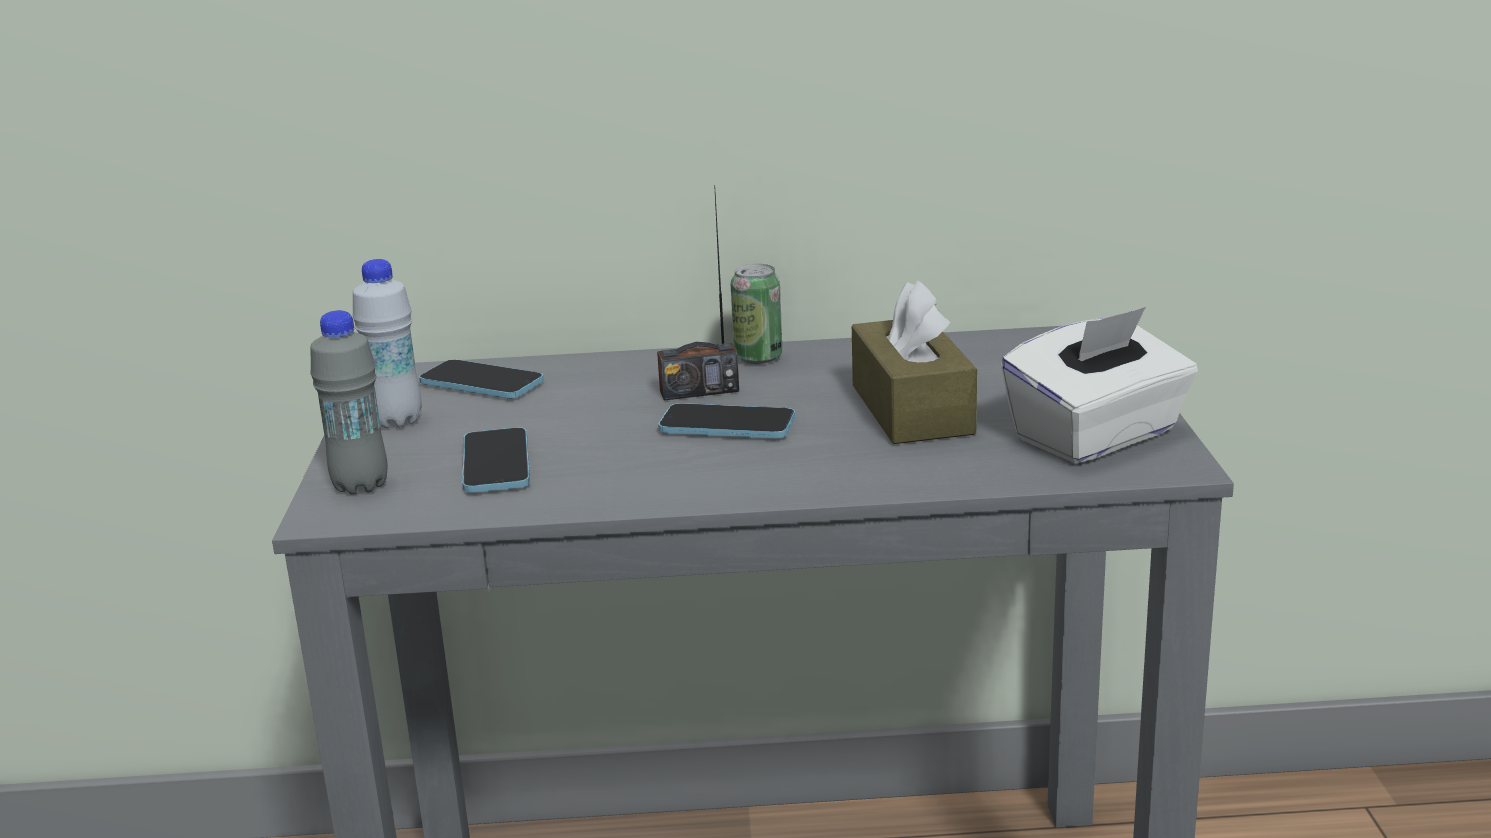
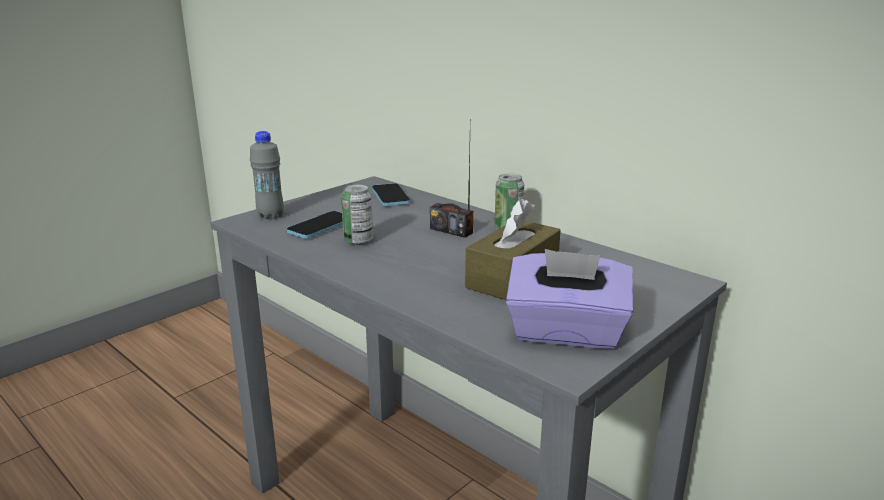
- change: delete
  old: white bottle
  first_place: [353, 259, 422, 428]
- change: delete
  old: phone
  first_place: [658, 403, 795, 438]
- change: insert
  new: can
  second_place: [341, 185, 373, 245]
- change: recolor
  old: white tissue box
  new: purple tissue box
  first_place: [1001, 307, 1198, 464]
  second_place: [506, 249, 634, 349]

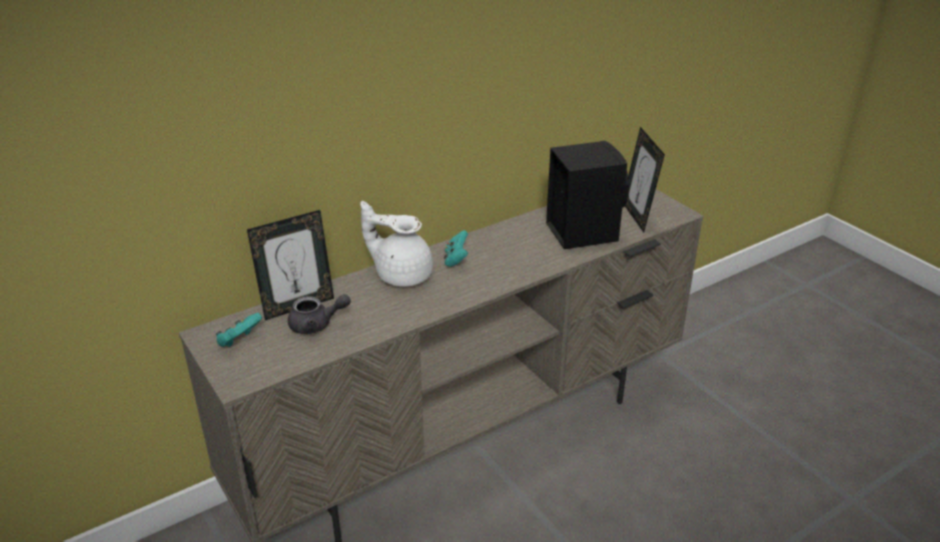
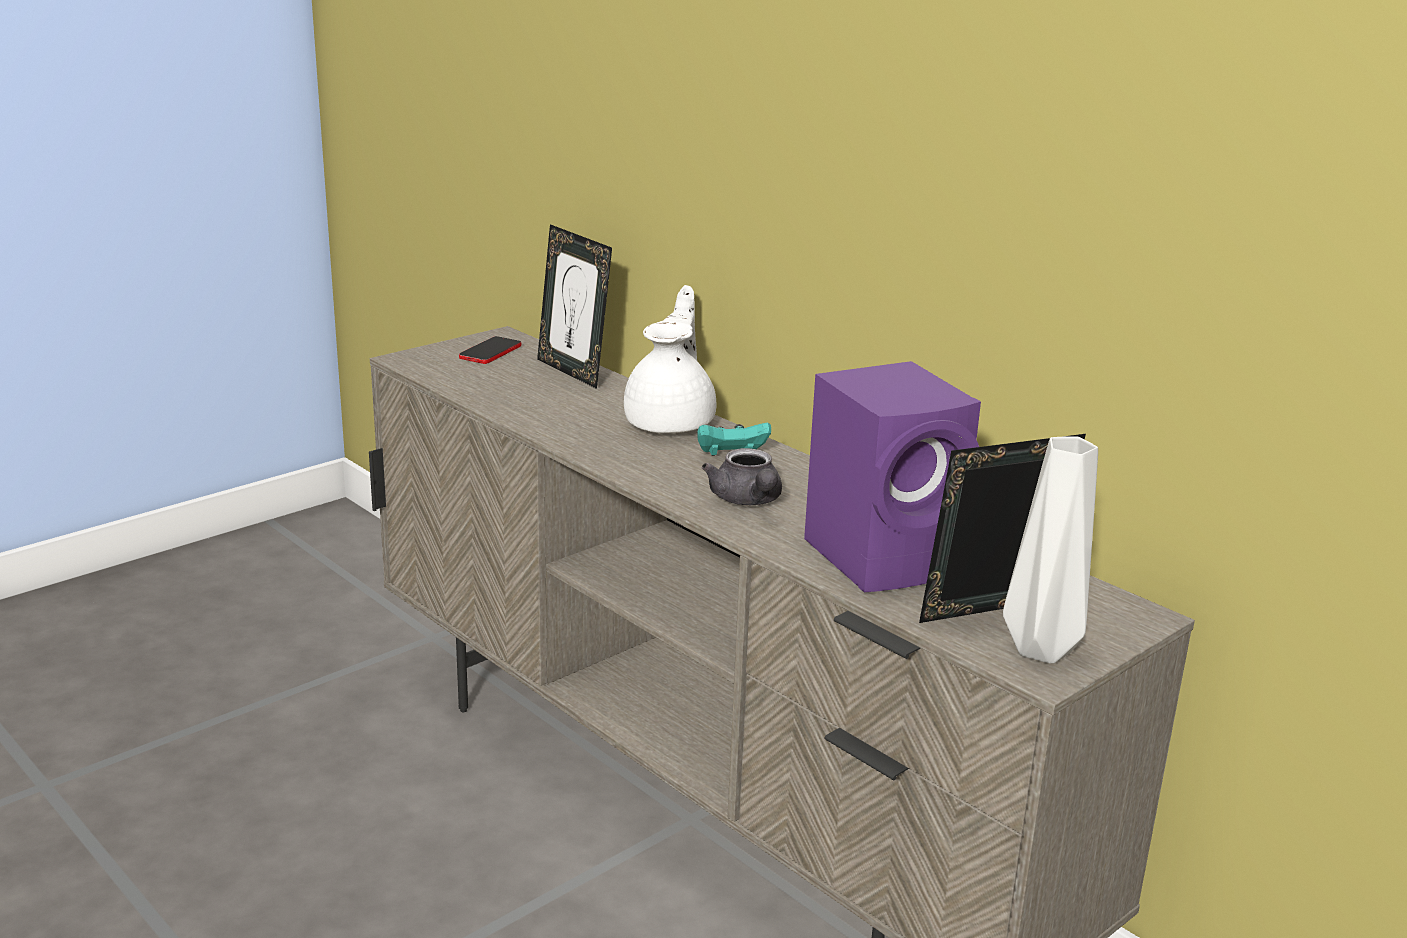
- change: insert
  new: grey vase
  second_place: [1003, 436, 1098, 664]
- change: move
  old: grey teapot
  first_place: [288, 294, 351, 334]
  second_place: [702, 448, 782, 505]
- change: replace
  old: turquoise game controller
  new: phone
  first_place: [216, 313, 262, 347]
  second_place: [459, 336, 521, 364]
- change: recolor
  old: black speaker
  new: purple speaker
  first_place: [546, 141, 629, 249]
  second_place: [804, 361, 981, 592]

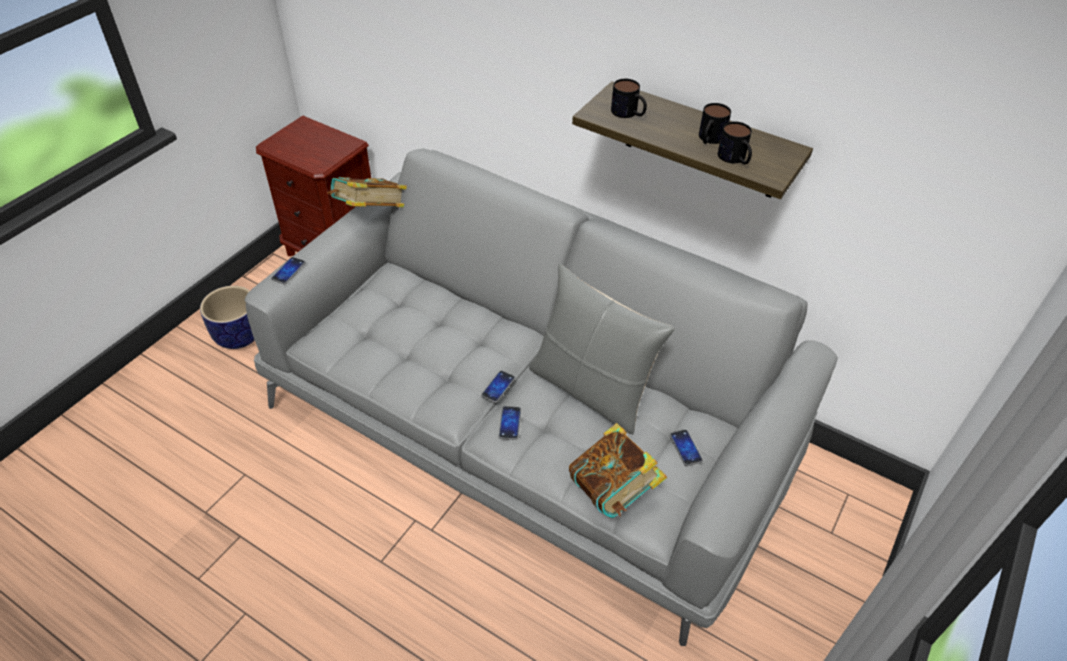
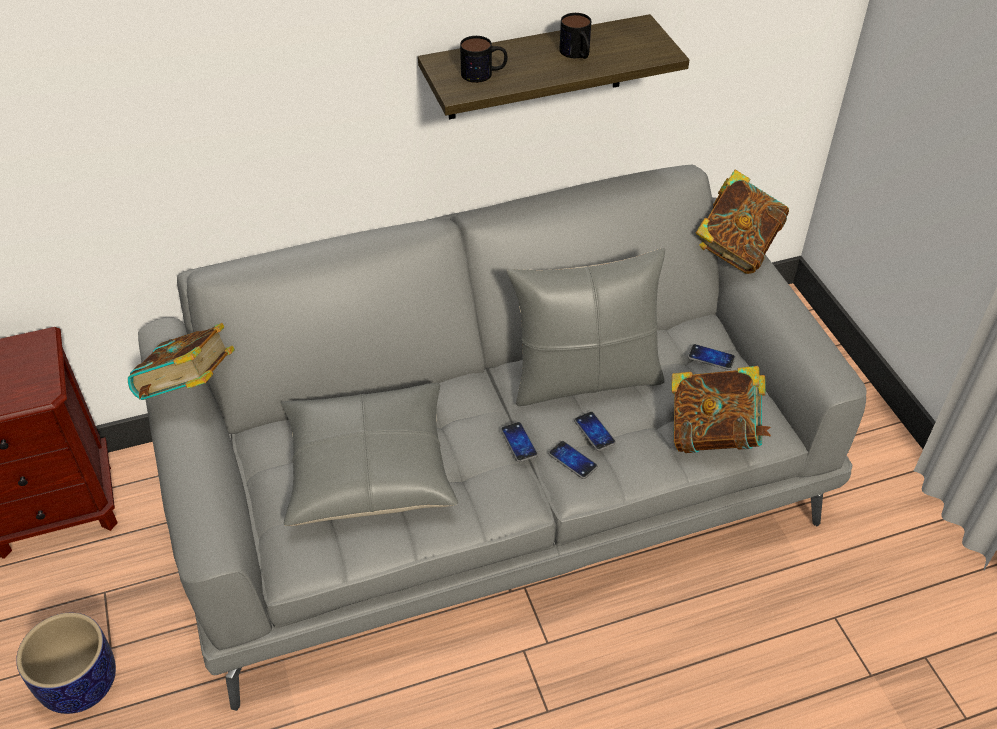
- change: delete
  old: mug
  first_place: [718, 121, 752, 164]
- change: insert
  new: grey pillow
  second_place: [281, 383, 458, 526]
- change: insert
  new: book
  second_place: [696, 170, 789, 274]
- change: move
  old: phone
  first_place: [271, 257, 306, 285]
  second_place: [574, 412, 616, 451]

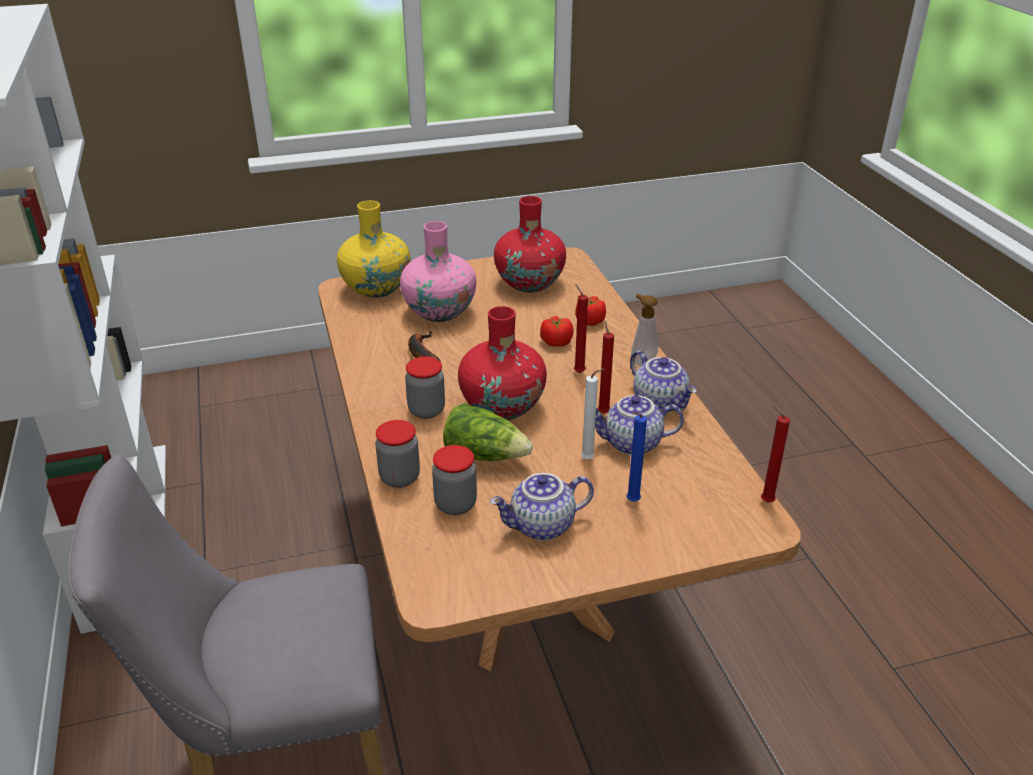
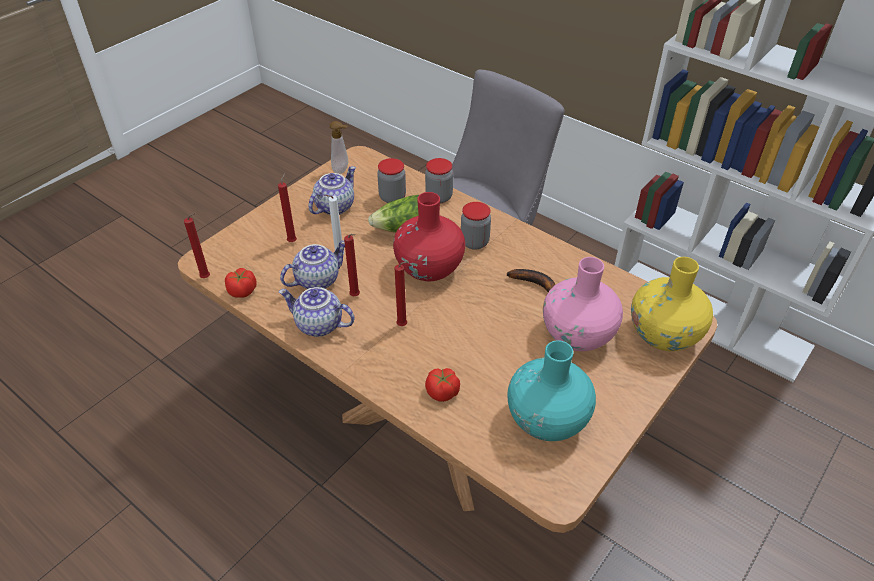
- change: move
  old: tomato
  first_place: [540, 316, 574, 346]
  second_place: [225, 268, 257, 298]
- change: move
  old: soap dispenser
  first_place: [631, 294, 658, 365]
  second_place: [330, 121, 348, 174]
- change: recolor
  old: red vase
  new: turquoise vase
  first_place: [494, 196, 566, 293]
  second_place: [507, 340, 596, 441]
- change: recolor
  old: blue candle
  new: red candle
  first_place: [626, 412, 647, 502]
  second_place: [278, 173, 297, 242]

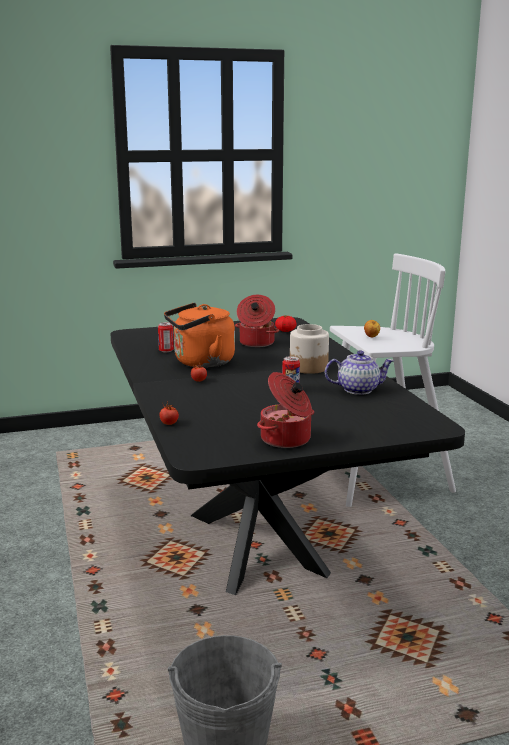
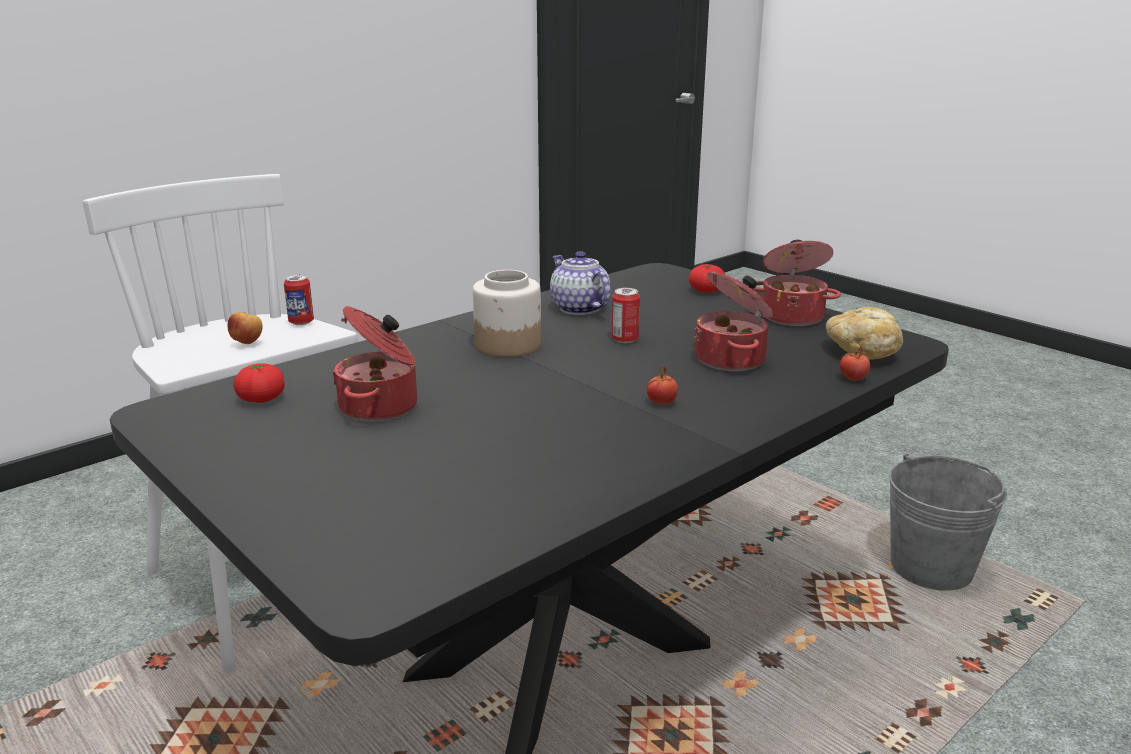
- change: delete
  old: orange kettle
  first_place: [164, 303, 235, 368]
- change: insert
  new: tomato
  second_place: [689, 264, 725, 293]
- change: insert
  new: cooking pot
  second_place: [694, 271, 774, 371]
- change: insert
  new: bread
  second_place: [826, 307, 903, 360]
- change: move
  old: can
  first_place: [158, 322, 174, 352]
  second_place: [284, 274, 314, 325]

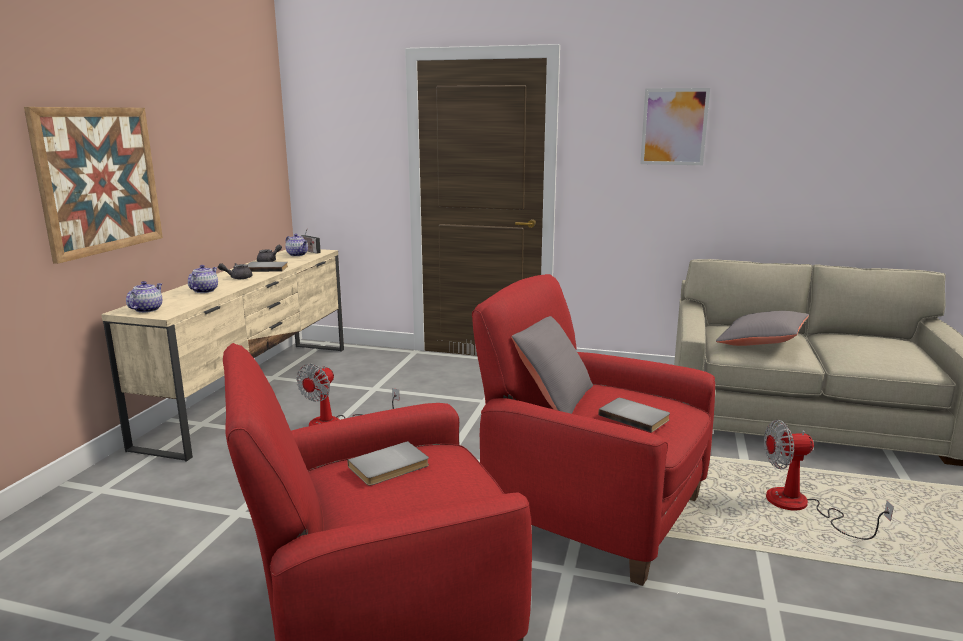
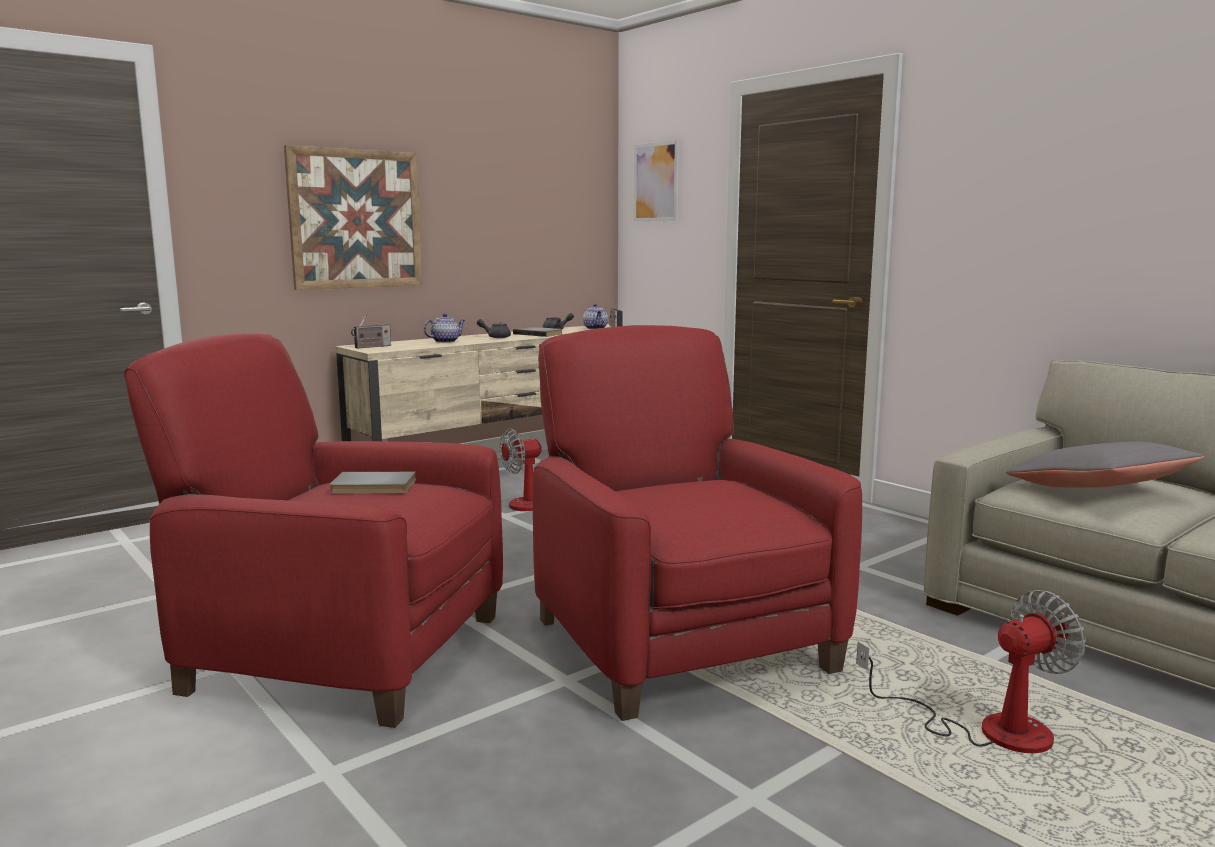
- change: delete
  old: grey pillow
  first_place: [511, 316, 593, 414]
- change: delete
  old: grey book
  first_place: [598, 398, 670, 433]
- change: move
  old: picture
  first_place: [640, 88, 710, 165]
  second_place: [634, 140, 679, 222]
- change: replace
  old: teapot
  new: radio
  first_place: [126, 281, 162, 313]
  second_place: [351, 314, 391, 348]
- change: rotate
  old: fan
  first_place: [764, 420, 894, 540]
  second_place: [856, 590, 1086, 753]
  degrees: 120

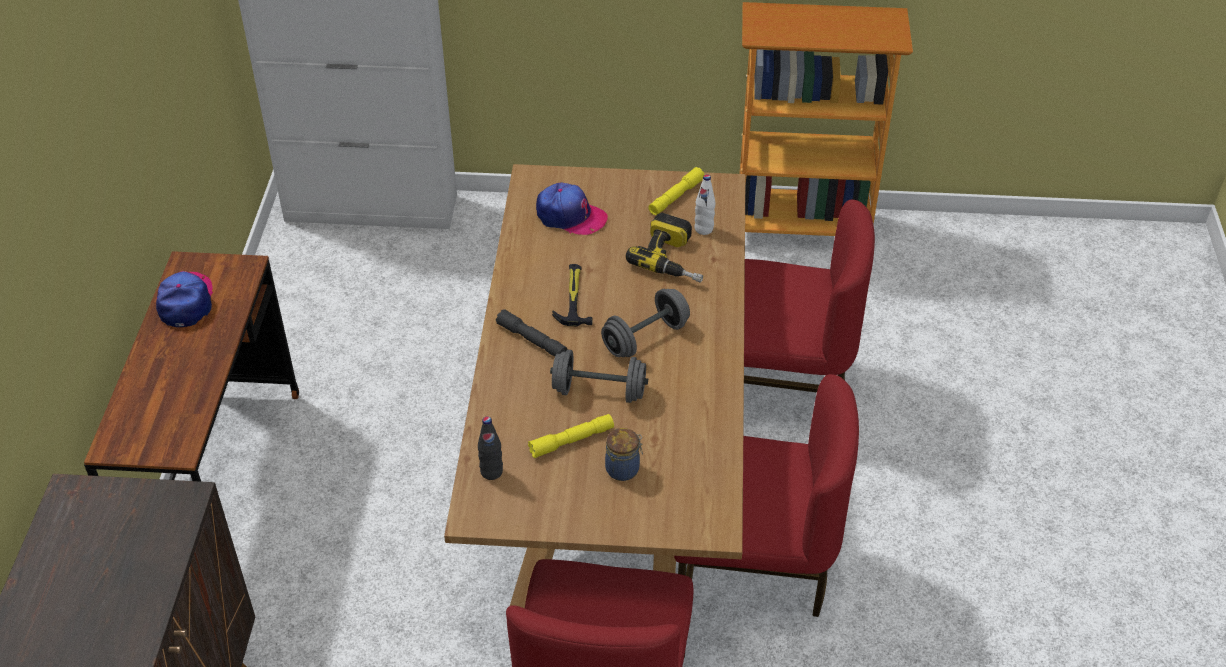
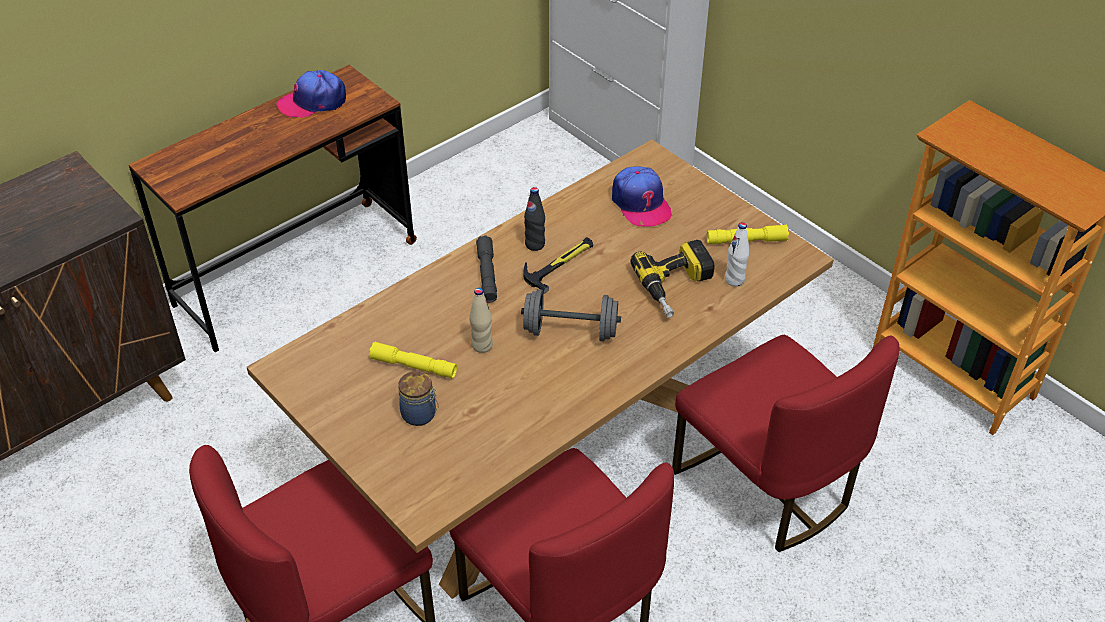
- change: move
  old: black bottle
  first_place: [478, 416, 503, 480]
  second_place: [524, 187, 545, 251]
- change: replace
  old: grey dumbbell
  new: beige bottle
  first_place: [550, 350, 648, 403]
  second_place: [469, 288, 493, 353]
- change: rotate
  old: cap
  first_place: [156, 271, 213, 327]
  second_place: [277, 70, 346, 118]
  degrees: -150

